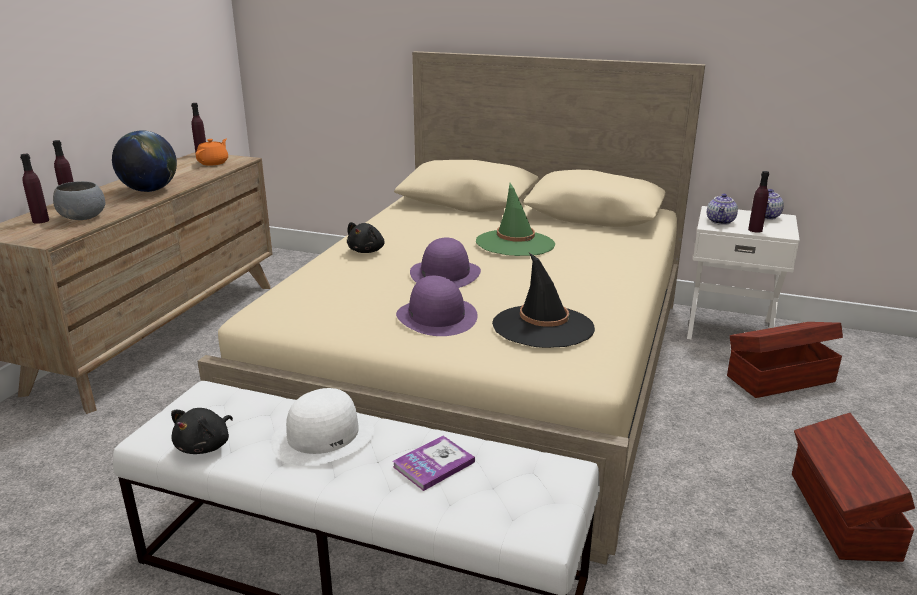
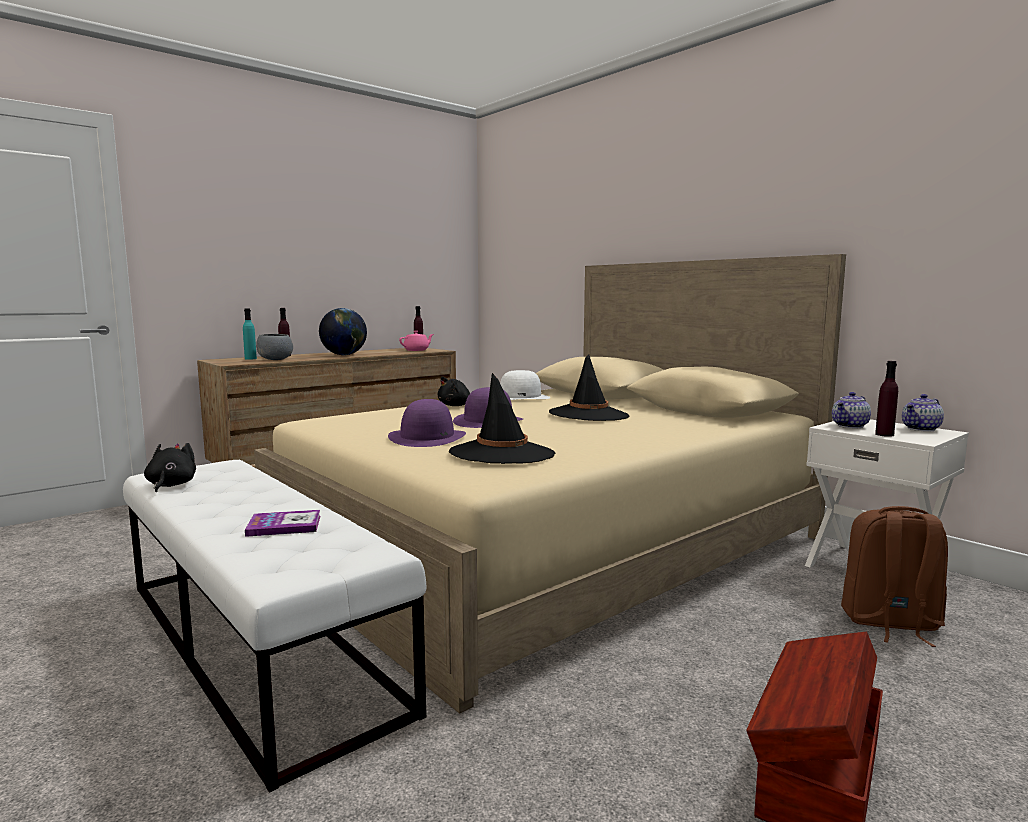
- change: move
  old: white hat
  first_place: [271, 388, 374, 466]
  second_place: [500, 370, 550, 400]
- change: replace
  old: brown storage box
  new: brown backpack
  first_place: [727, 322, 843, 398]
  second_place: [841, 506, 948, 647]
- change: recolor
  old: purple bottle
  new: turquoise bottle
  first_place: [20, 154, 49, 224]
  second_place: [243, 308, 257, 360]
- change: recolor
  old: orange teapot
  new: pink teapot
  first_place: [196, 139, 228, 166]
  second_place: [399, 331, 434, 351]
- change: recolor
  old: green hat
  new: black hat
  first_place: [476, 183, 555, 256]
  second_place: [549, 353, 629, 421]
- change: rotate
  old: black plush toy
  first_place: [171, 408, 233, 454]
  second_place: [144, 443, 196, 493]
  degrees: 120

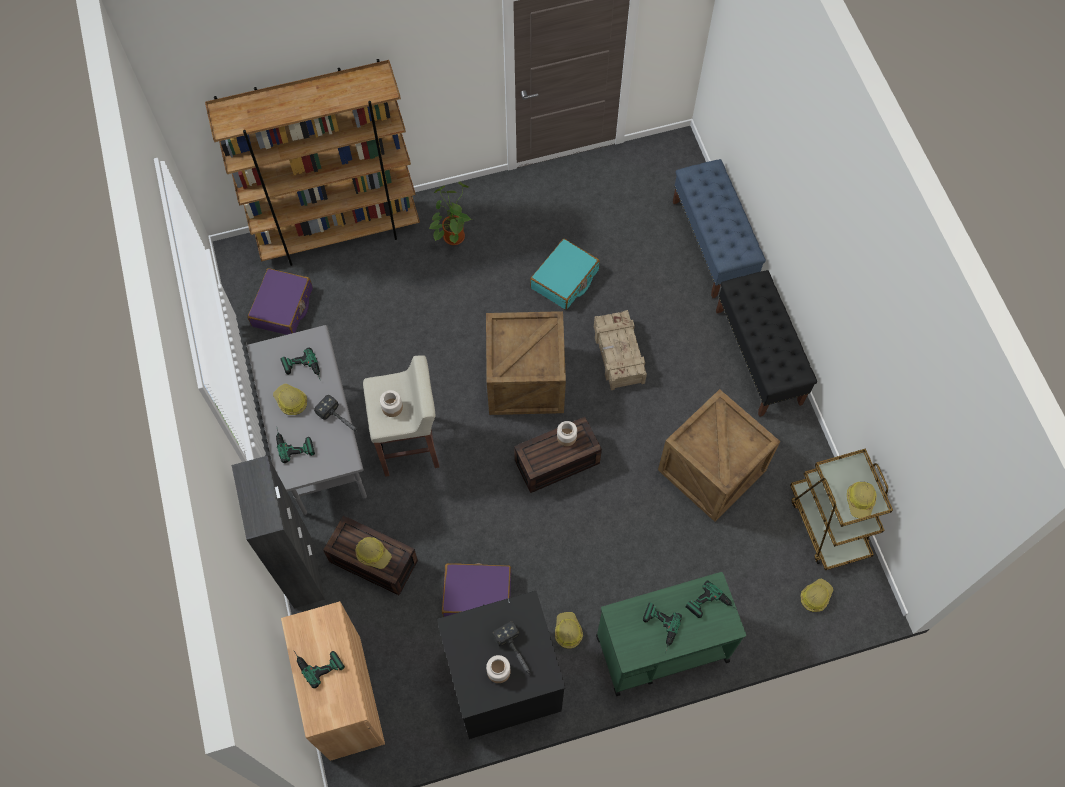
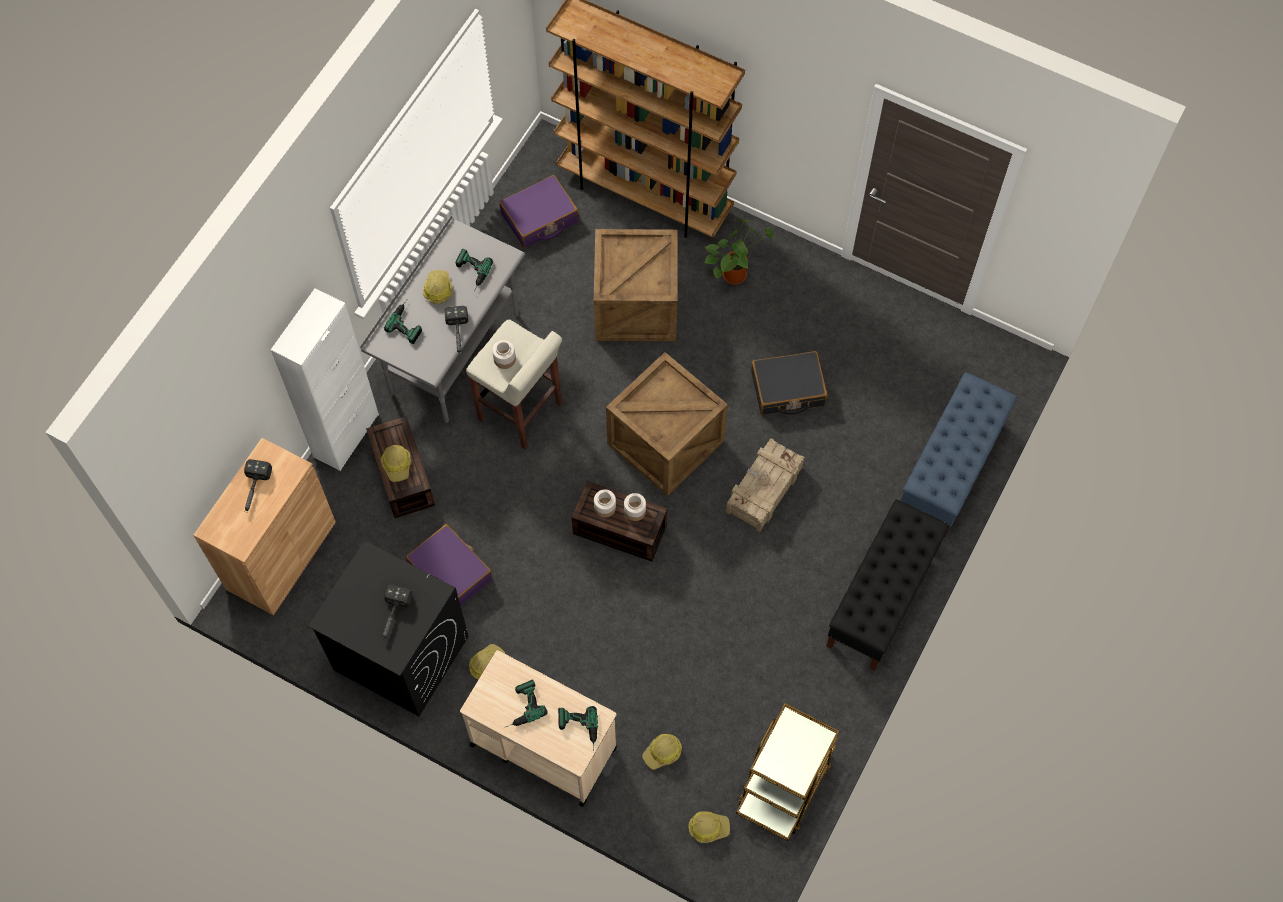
- change: move
  old: jar
  first_place: [486, 655, 511, 683]
  second_place: [594, 490, 616, 517]
- change: move
  old: crate
  first_place: [658, 389, 780, 522]
  second_place: [594, 229, 677, 341]
- change: move
  old: hard hat
  first_place: [847, 482, 877, 519]
  second_place: [642, 734, 682, 770]
- change: replace
  old: power drill
  new: hammer
  first_place: [293, 650, 345, 688]
  second_place: [244, 459, 272, 513]
- change: recolor
  old: black cabinet
  new: white cabinet
  first_place: [232, 456, 325, 608]
  second_place: [271, 288, 379, 471]
- change: recolor
  old: turquoise suitcase
  new: black suitcase
  first_place: [530, 238, 600, 310]
  second_place: [751, 351, 828, 415]
- change: recolor
  old: green cart
  new: beige cart
  first_place: [596, 572, 746, 696]
  second_place: [460, 650, 617, 807]

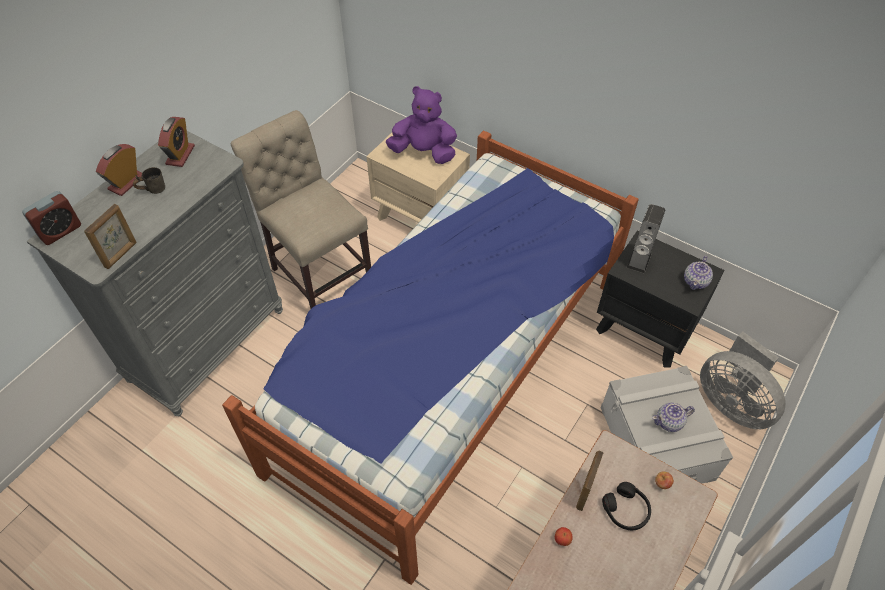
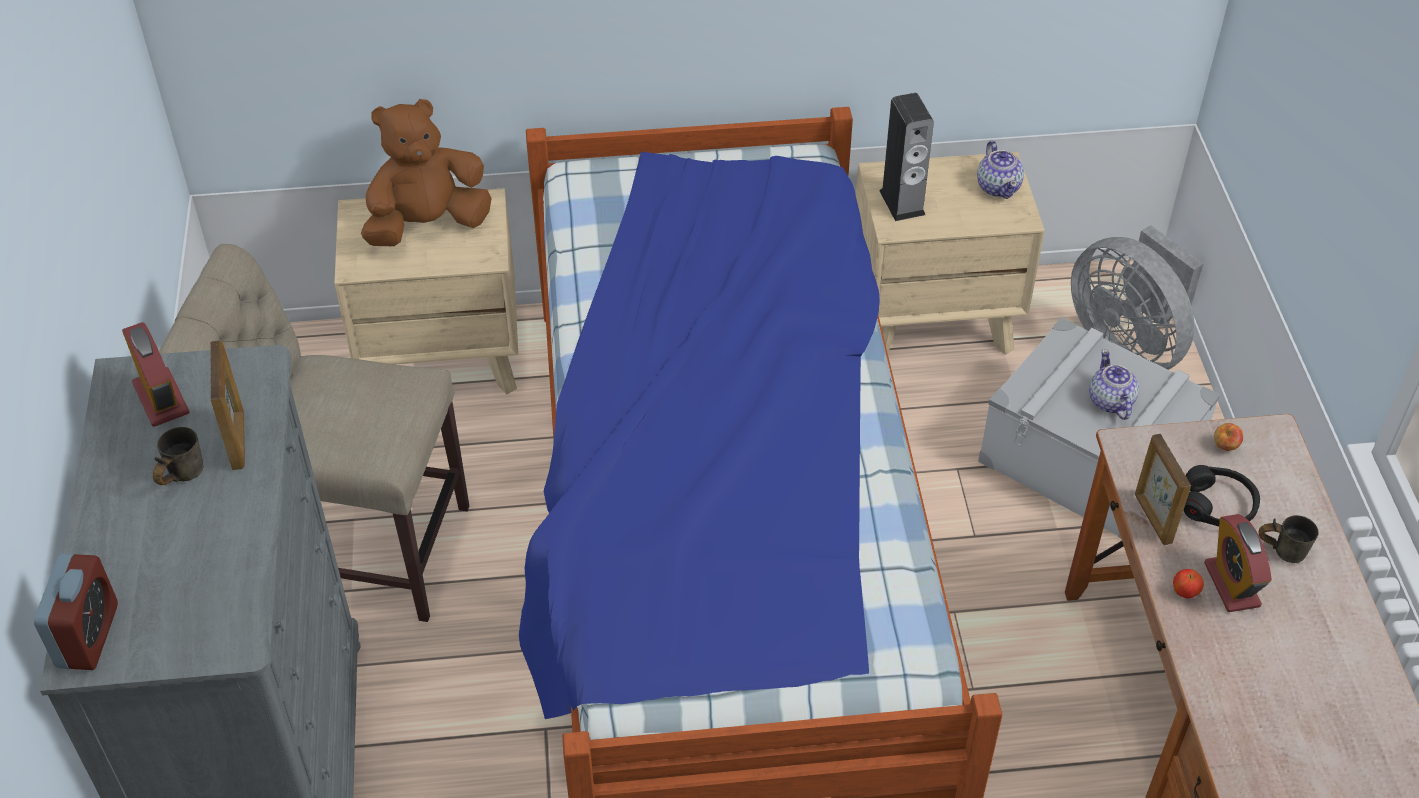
- change: insert
  new: grey mug
  second_place: [1259, 515, 1319, 563]
- change: move
  old: picture frame
  first_place: [84, 204, 137, 269]
  second_place: [210, 340, 245, 470]
- change: move
  old: alarm clock
  first_place: [96, 144, 142, 196]
  second_place: [1204, 514, 1272, 612]
- change: recolor
  old: purple plush toy
  new: brown plush toy
  first_place: [386, 86, 457, 164]
  second_place: [361, 99, 492, 246]
- change: recolor
  old: black nightstand
  new: beige nightstand
  first_place: [596, 231, 725, 368]
  second_place: [856, 152, 1045, 355]
- change: rotate
  old: teapot
  first_place: [652, 402, 695, 432]
  second_place: [1089, 349, 1139, 420]
  degrees: 135
- change: rotate
  old: grey fan
  first_place: [700, 331, 786, 429]
  second_place: [1071, 225, 1203, 370]
  degrees: 45

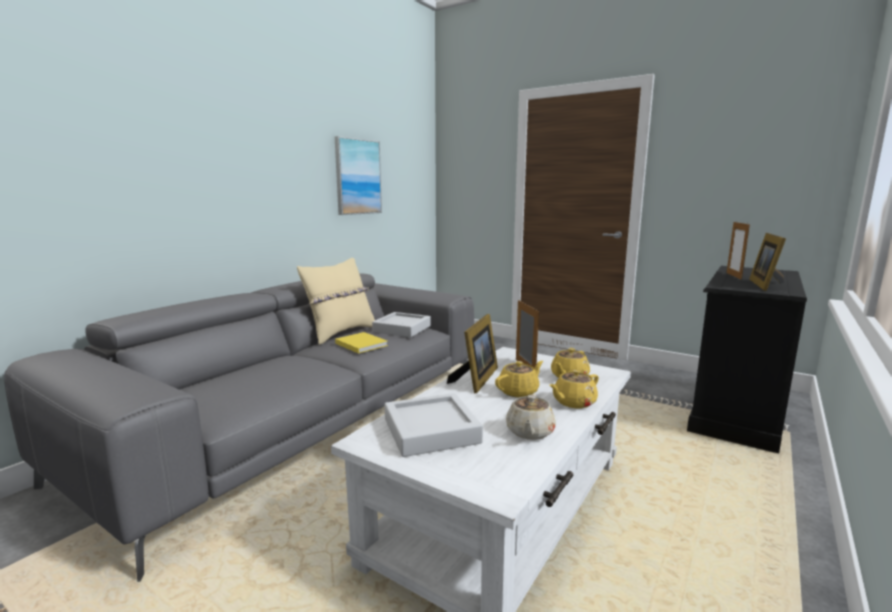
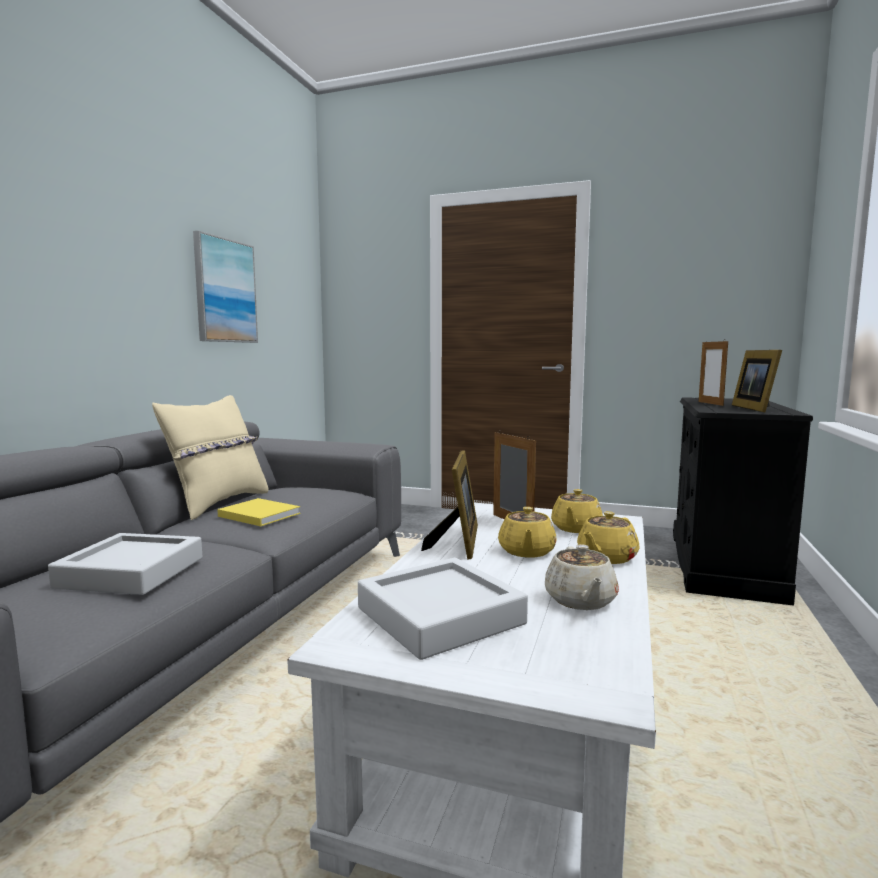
- change: move
  old: grey tray
  first_place: [372, 312, 431, 337]
  second_place: [48, 533, 202, 595]
- change: rotate
  old: yellow teapot
  first_place: [495, 361, 543, 398]
  second_place: [498, 507, 557, 558]
  degrees: 150

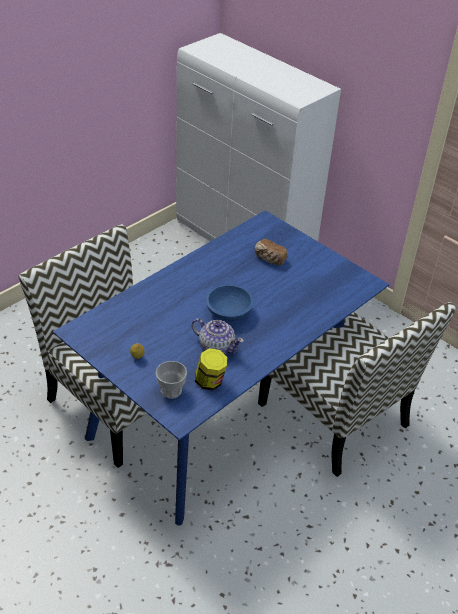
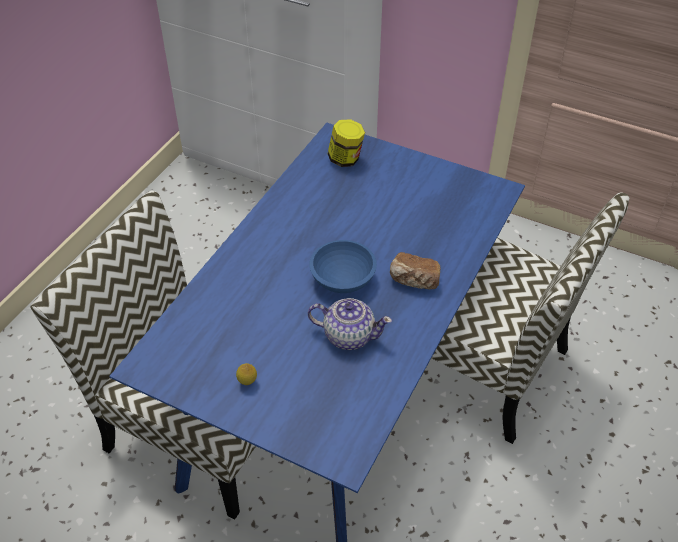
- change: delete
  old: cup
  first_place: [156, 361, 187, 399]
- change: move
  old: jar
  first_place: [195, 348, 227, 390]
  second_place: [328, 119, 365, 167]
- change: move
  old: bread
  first_place: [255, 239, 288, 265]
  second_place: [390, 252, 440, 290]

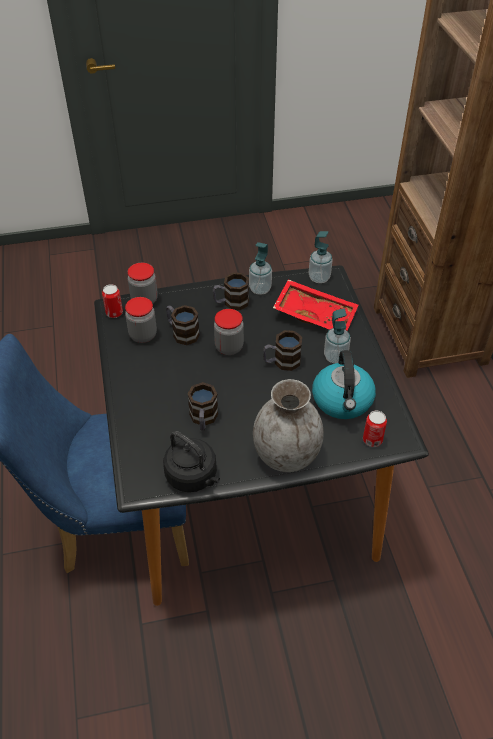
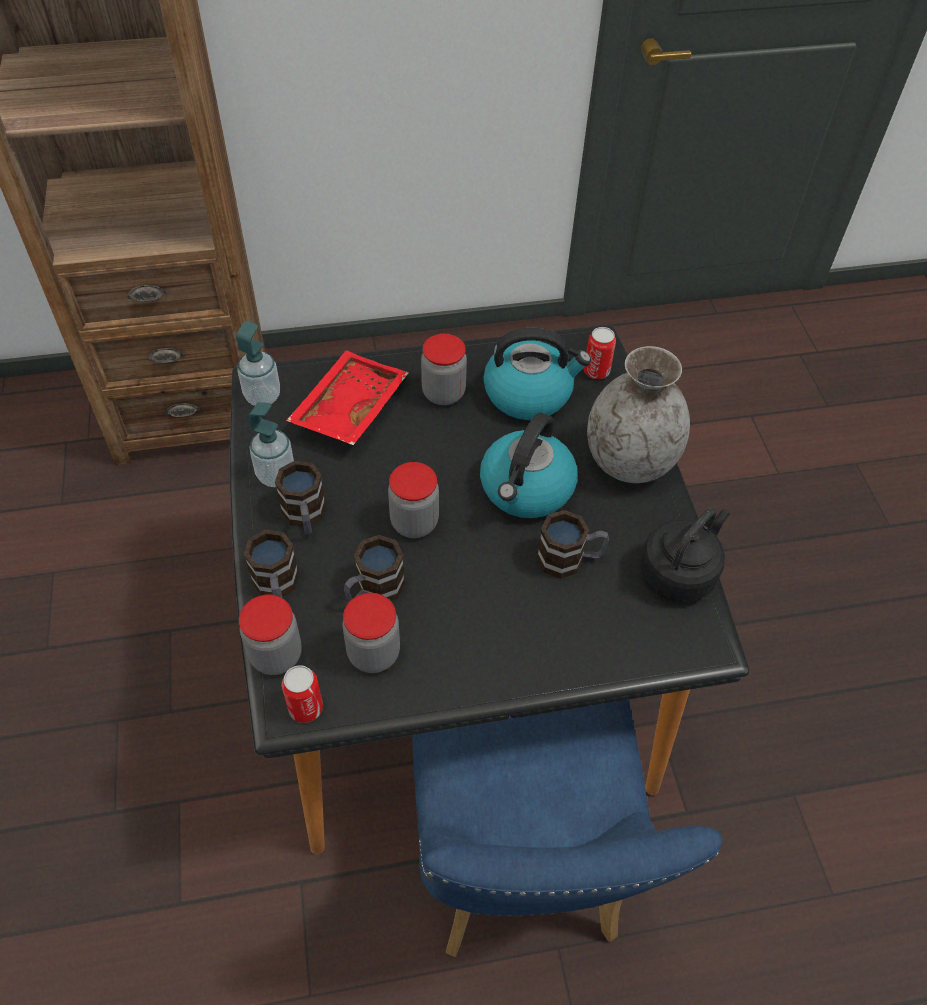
- change: insert
  new: kettle
  second_place: [480, 413, 578, 518]
- change: move
  old: mug
  first_place: [263, 330, 302, 371]
  second_place: [244, 530, 299, 598]
- change: replace
  old: soap dispenser
  new: jar
  first_place: [324, 308, 351, 363]
  second_place: [421, 334, 467, 405]

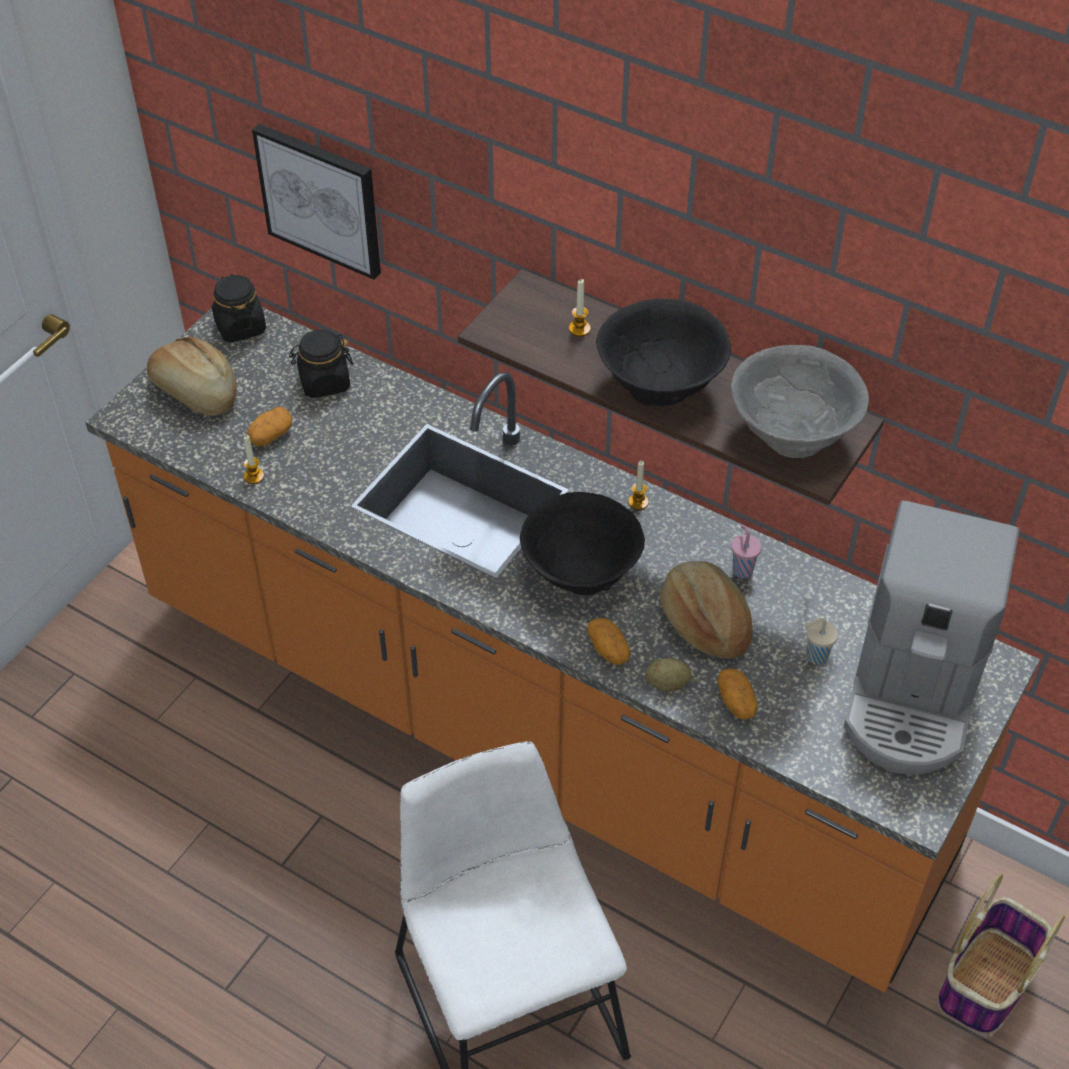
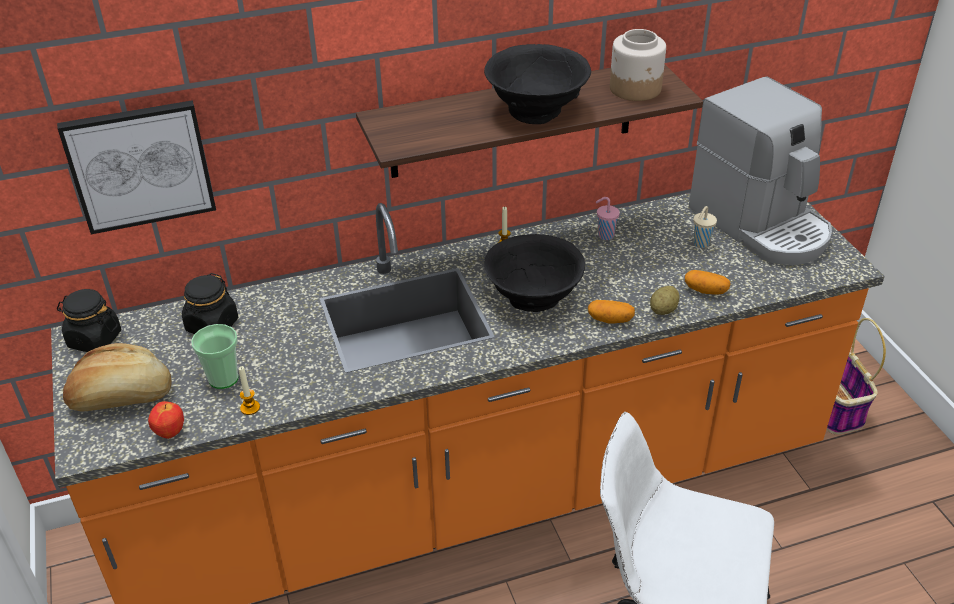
- change: delete
  old: candle
  first_place: [569, 279, 591, 337]
- change: delete
  old: bread
  first_place: [660, 561, 753, 658]
- change: insert
  new: apple
  second_place: [148, 401, 184, 439]
- change: replace
  old: potato
  new: cup
  first_place: [247, 407, 292, 446]
  second_place: [191, 324, 239, 389]
- change: replace
  old: grey bowl
  new: jar
  first_place: [731, 345, 869, 458]
  second_place: [610, 29, 666, 101]

